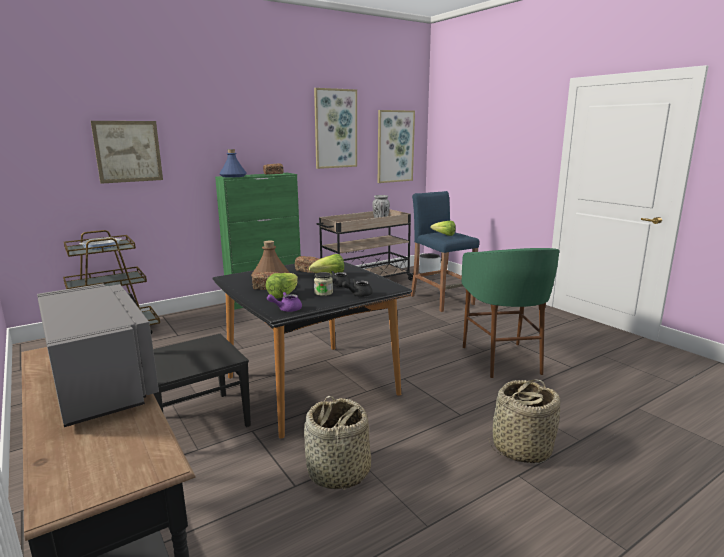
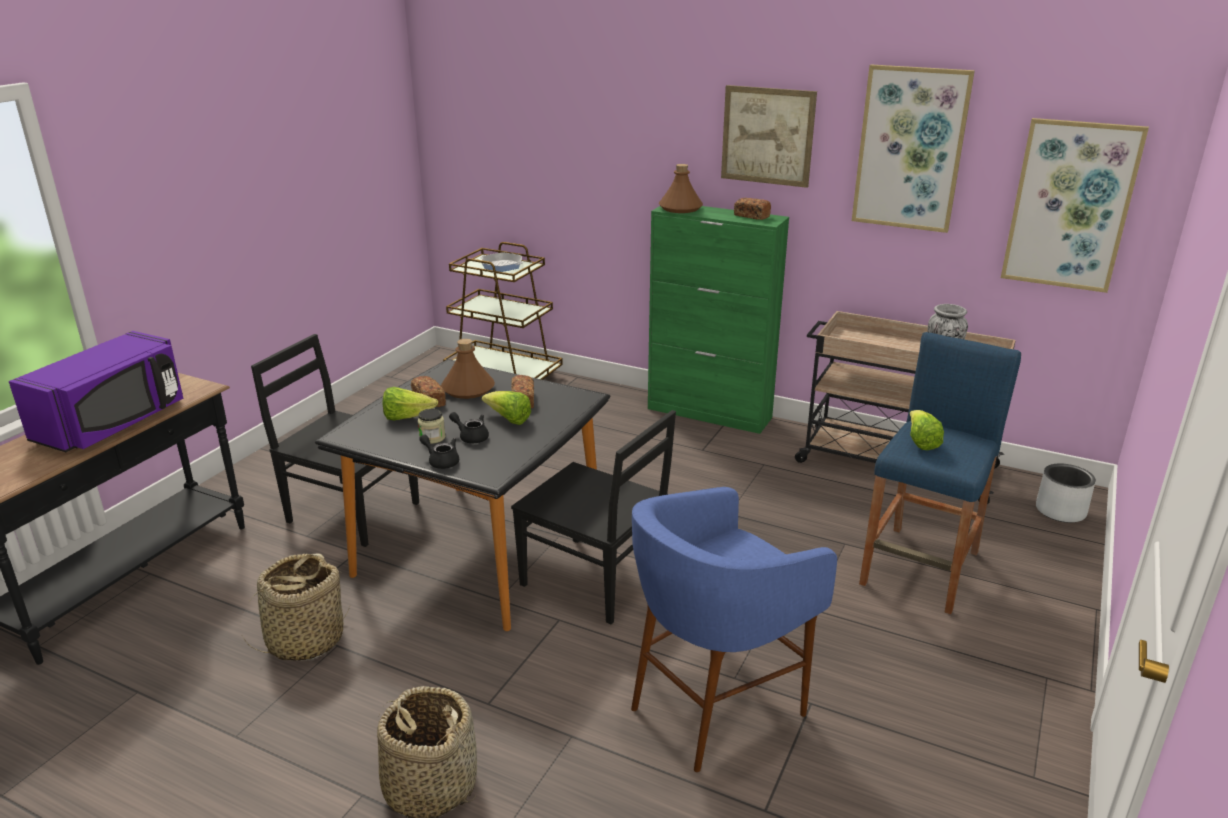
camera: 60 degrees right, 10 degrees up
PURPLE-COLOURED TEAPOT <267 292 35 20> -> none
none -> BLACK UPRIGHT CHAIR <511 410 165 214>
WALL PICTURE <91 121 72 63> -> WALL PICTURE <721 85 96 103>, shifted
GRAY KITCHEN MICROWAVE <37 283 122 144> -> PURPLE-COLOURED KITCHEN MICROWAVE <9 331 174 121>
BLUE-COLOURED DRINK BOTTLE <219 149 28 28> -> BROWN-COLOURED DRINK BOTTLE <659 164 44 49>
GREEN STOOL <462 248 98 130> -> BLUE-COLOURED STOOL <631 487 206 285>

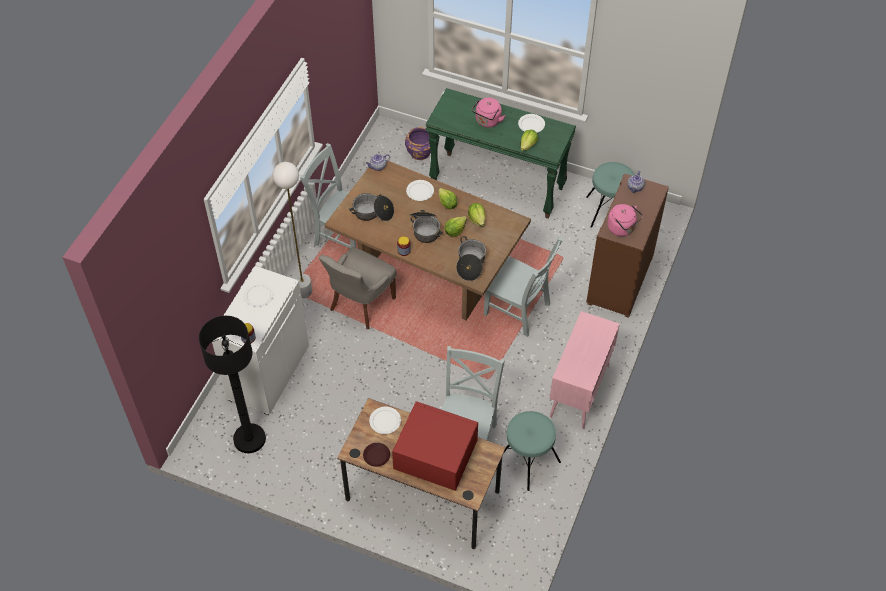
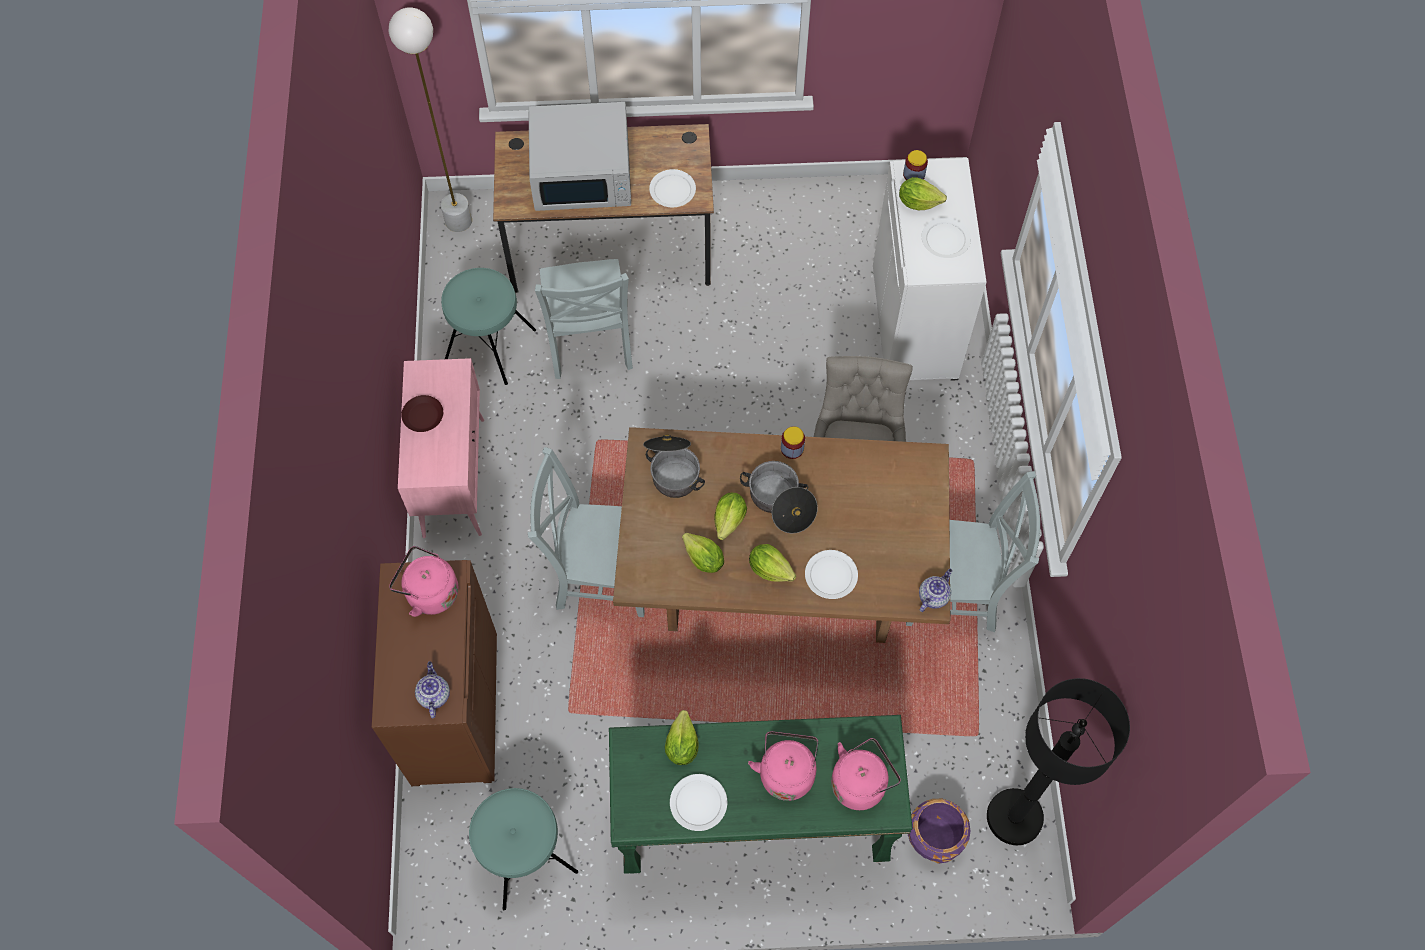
camera: 155 degrees right, 10 degrees up
STOCKPOT <349 193 45 28> -> none
none -> PINKISH WATER KETTLE <831 738 70 72>
none -> LETTUCE HEAD <899 177 48 33>
BLACK STANDING LAMP <199 316 67 137> -> BLACK STANDING LAMP <987 678 143 167>, shifted
WHITE STANDING LAMP <272 162 40 136> -> WHITE STANDING LAMP <389 7 83 225>, shifted
BROWN-COLOURED FLAT DISH <363 443 27 24> -> BROWN-COLOURED FLAT DISH <401 395 42 37>, shifted
RED-COLOURED KITCHEN MICROWAVE <392 401 86 90> -> WHITE KITCHEN MICROWAVE <528 102 103 109>

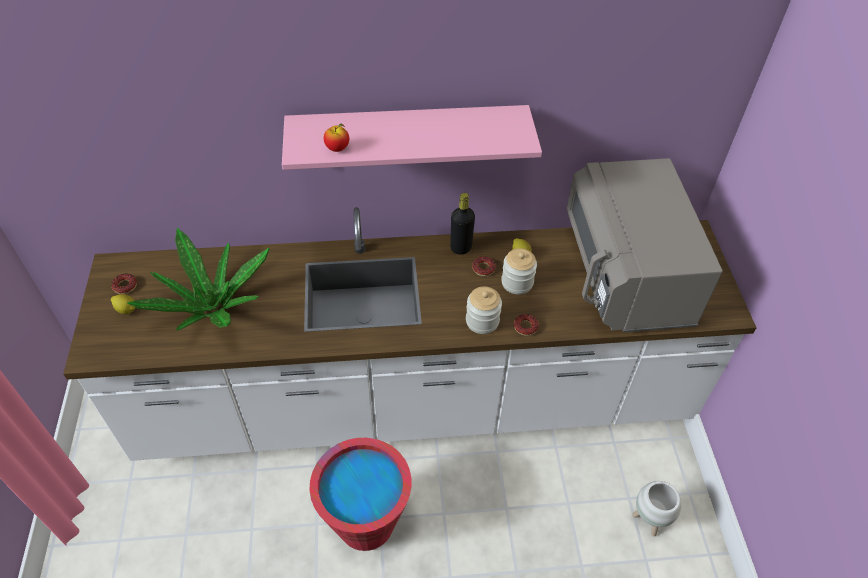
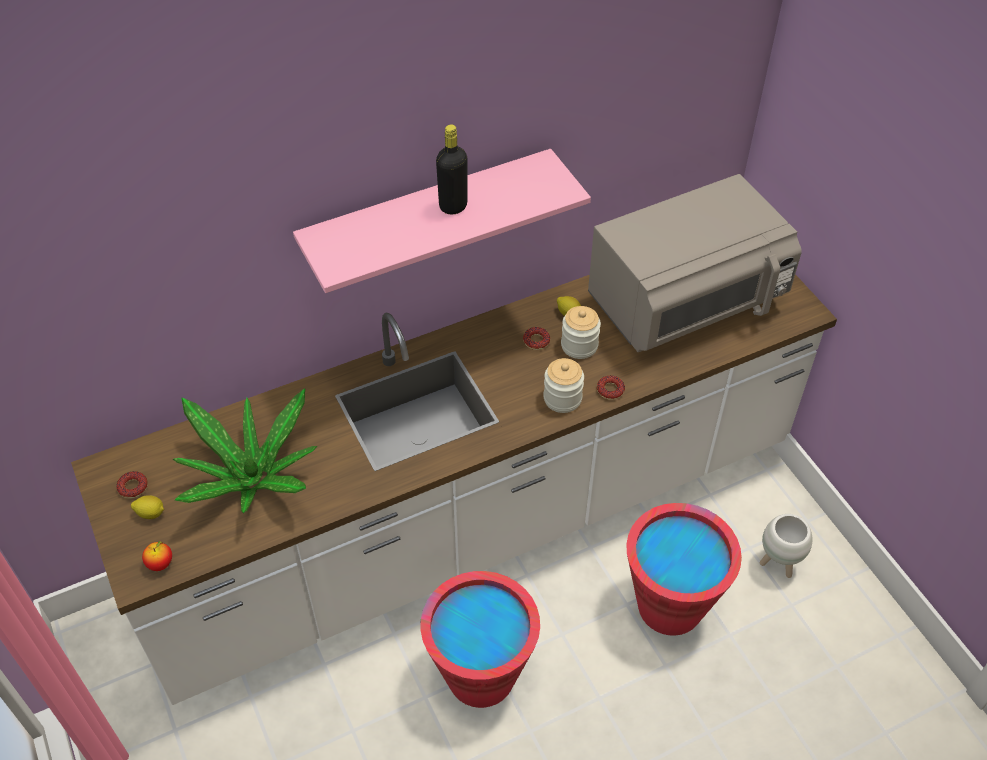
camera: 20 degrees left, 0 degrees up
none -> RED-COLOURED WATER BUCKET <626 503 116 133>
APPLE FRUIT <324 123 25 29> -> APPLE FRUIT <142 541 30 30>, shifted
BLACK DRINK BOTTLE <450 193 25 62> -> BLACK DRINK BOTTLE <436 124 31 90>, shifted
GRAY KITCHEN MICROWAVE <567 158 156 174> -> GRAY KITCHEN MICROWAVE <588 174 214 178>, 90 degrees counterclockwise

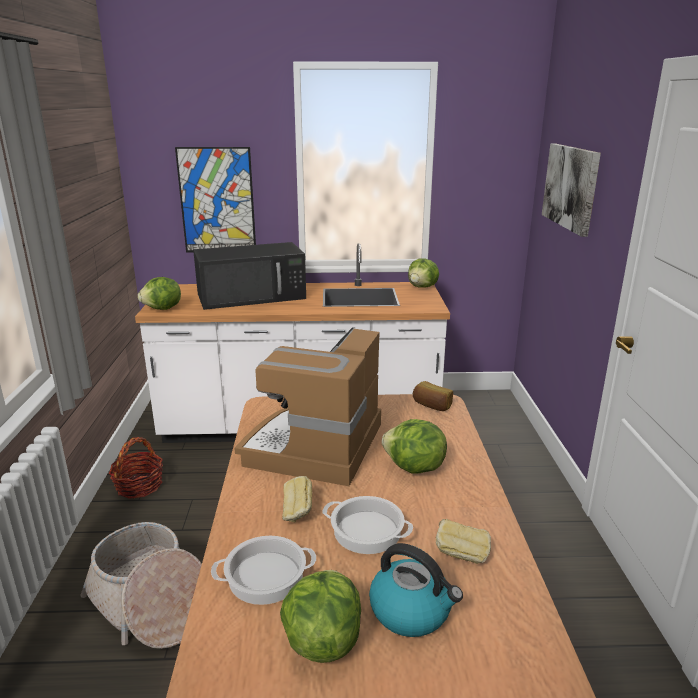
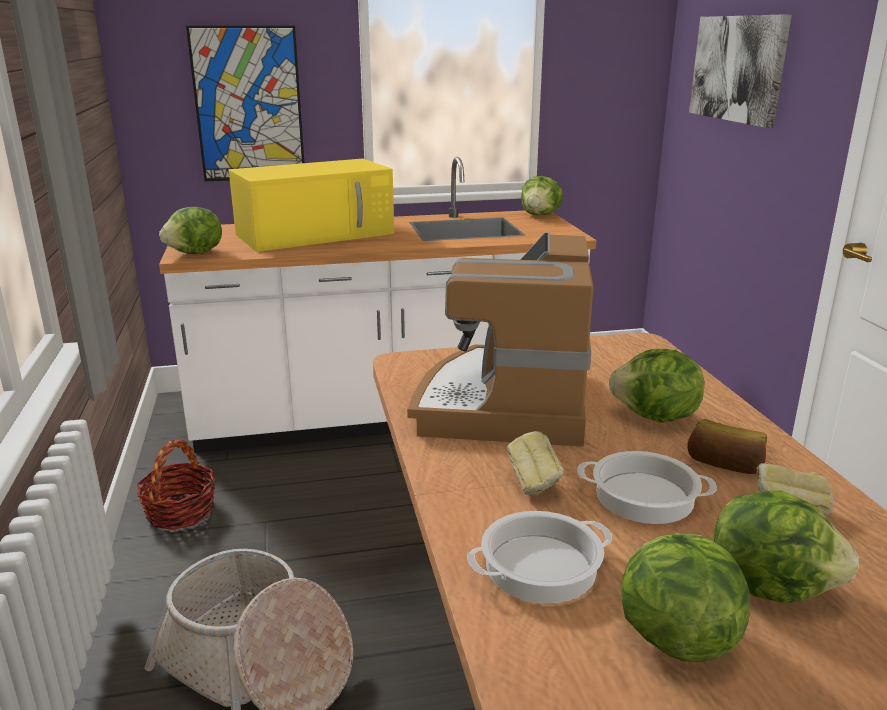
camera: 10 degrees left, 0 degrees up
BAKED BREAD <413 381 40 30> -> BAKED BREAD <687 419 80 55>, shifted
WATER KETTLE <369 543 94 94> -> LETTUCE HEAD <714 490 145 113>
BLACK KITCHEN MICROWAVE <193 242 113 68> -> YELLOW-COLOURED KITCHEN MICROWAVE <229 159 165 93>

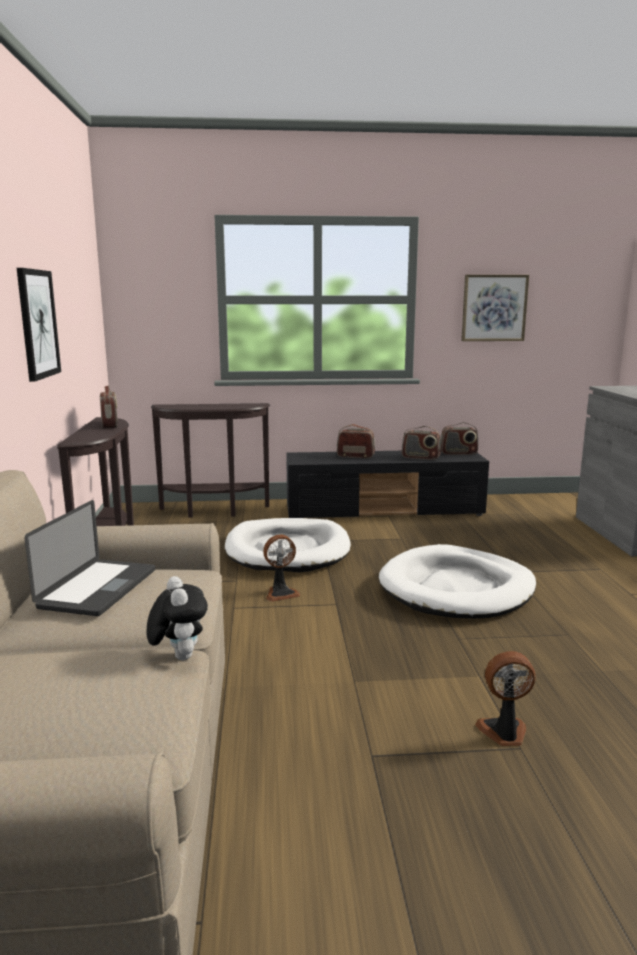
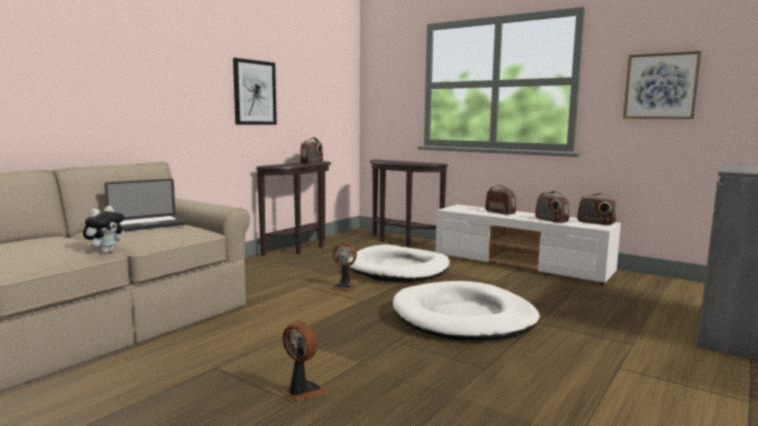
camera: 40 degrees right, 5 degrees down
BLACK TV UNIT <286 451 203 67> -> WHITE TV UNIT <436 204 185 81>

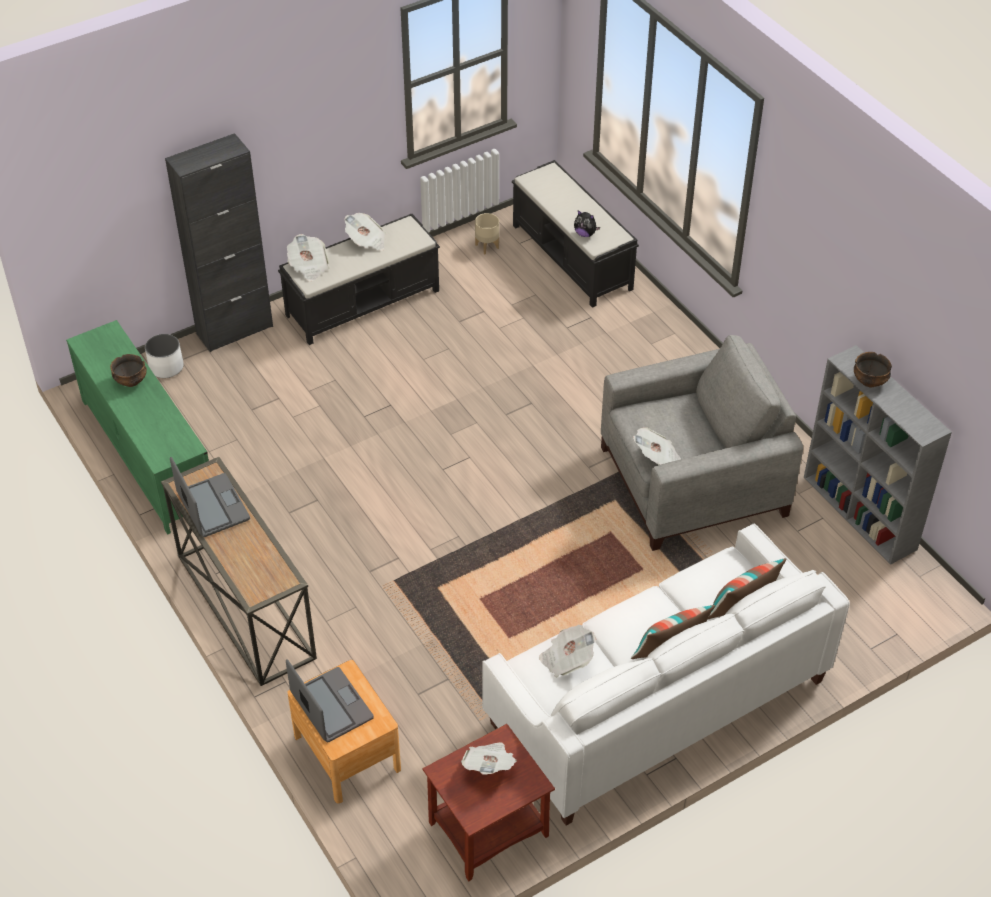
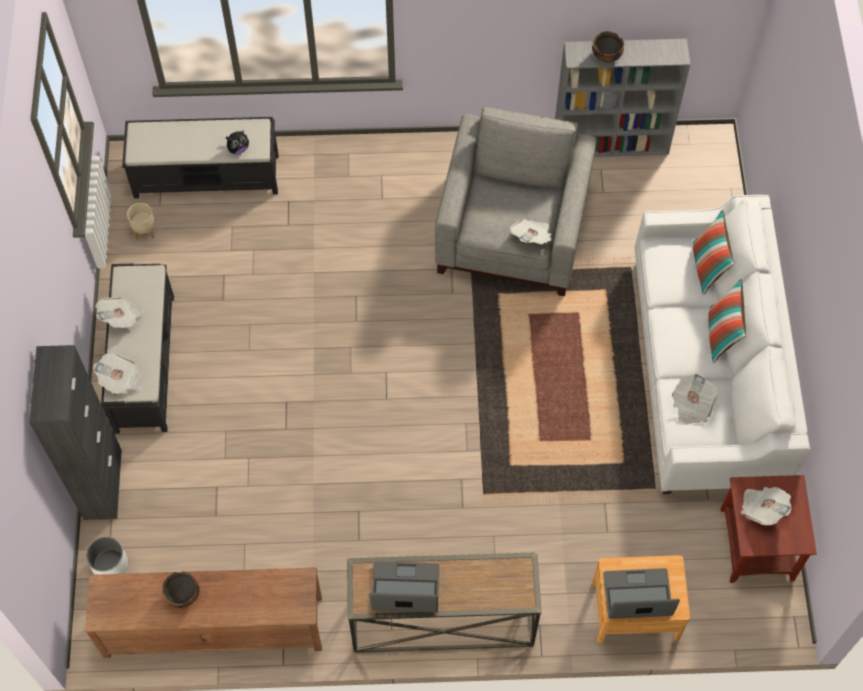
camera: 60 degrees left, 15 degrees up
GREEN TV UNIT <66 320 143 214> -> BROWN-COLOURED TV UNIT <85 567 237 91>

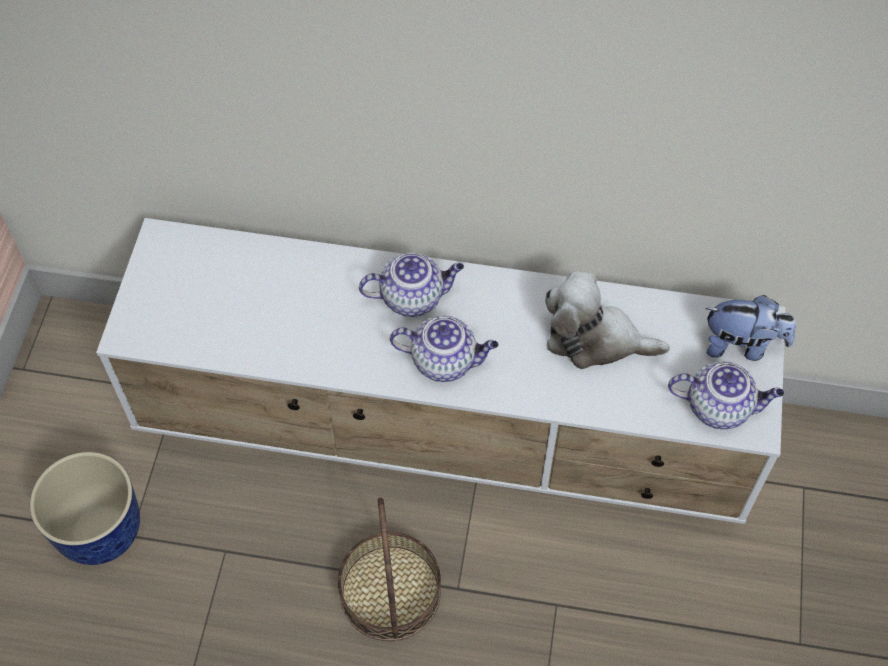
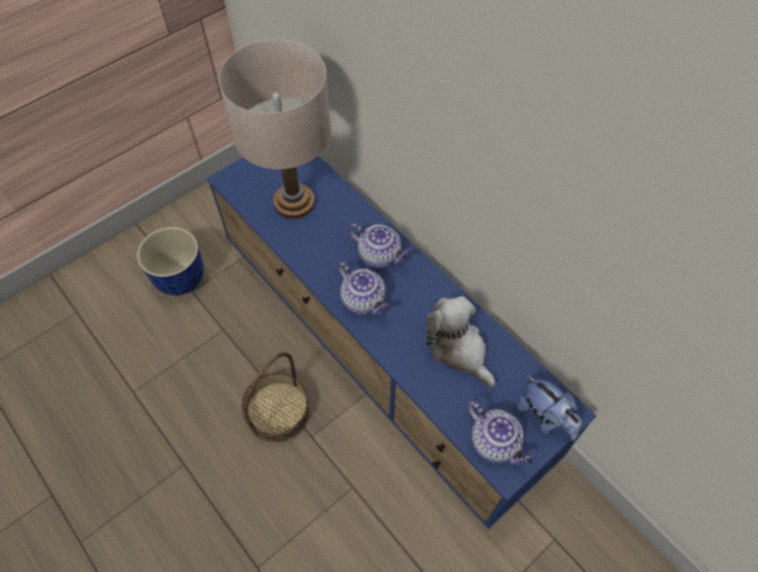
camera: 40 degrees right, 0 degrees up
none -> SAND-COLOURED TABLE LAMP <218 39 113 180>
WHITE TV UNIT <96 218 690 306> -> BLUE-COLOURED TV UNIT <207 155 390 374>

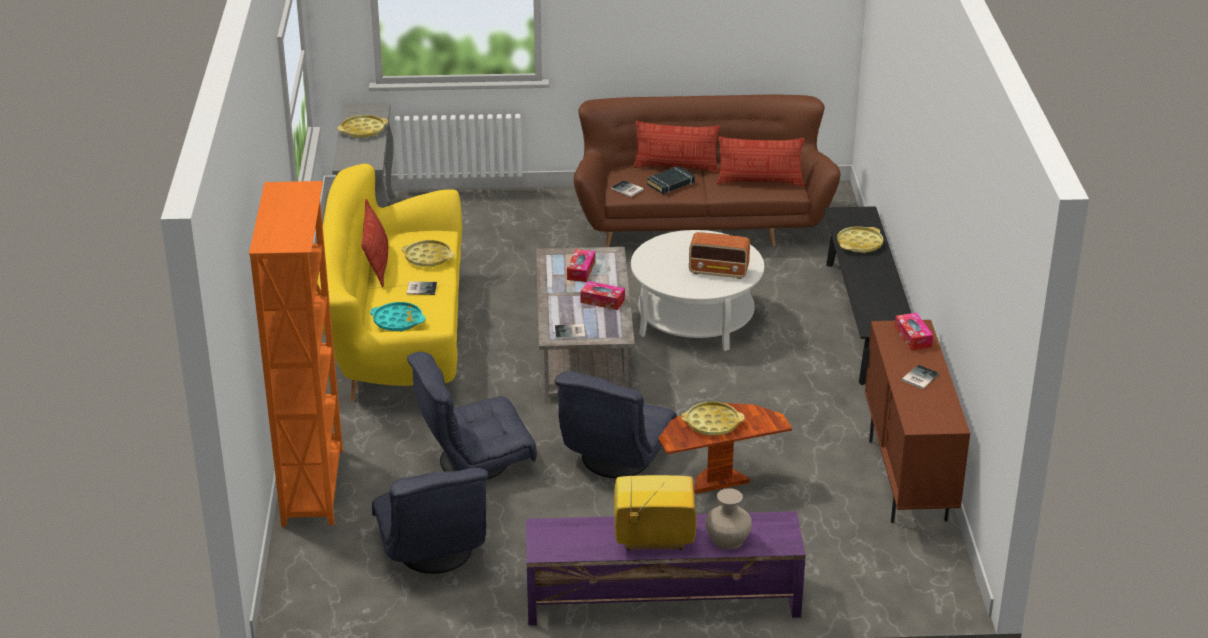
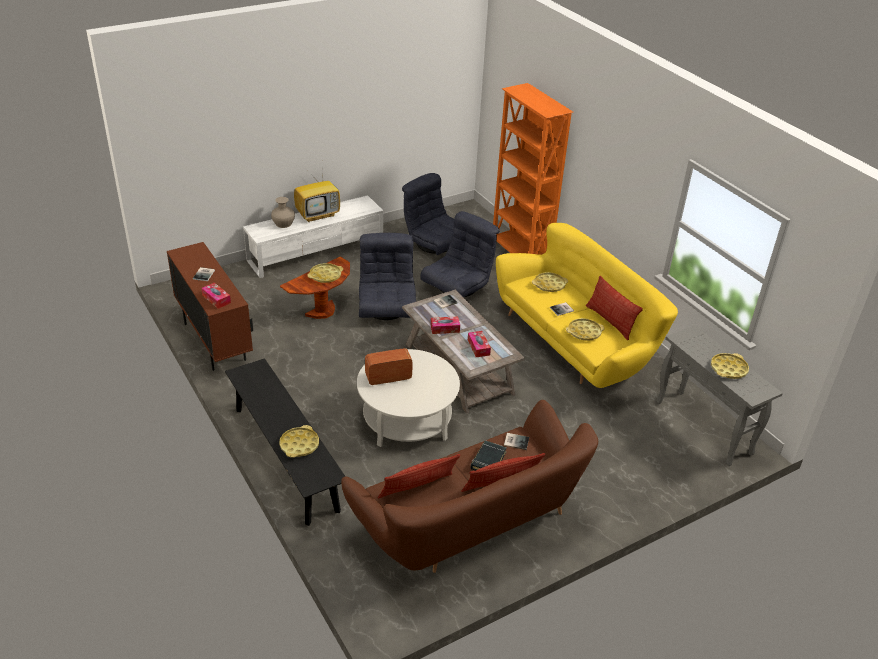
camera: 150 degrees right, 5 degrees up
BLUE-GREEN TRAY <370 302 56 29> -> YELLOW-COLOURED TRAY <532 272 36 20>
PURPLE-COLOURED TV UNIT <526 511 280 115> -> WHITE TV UNIT <243 195 140 83>

